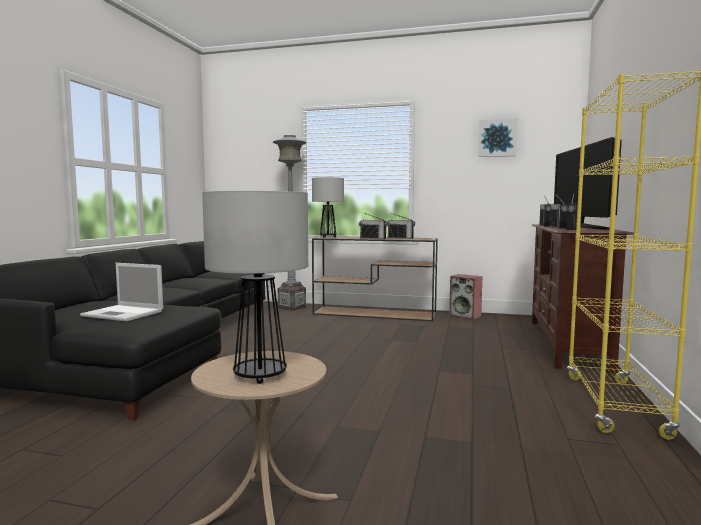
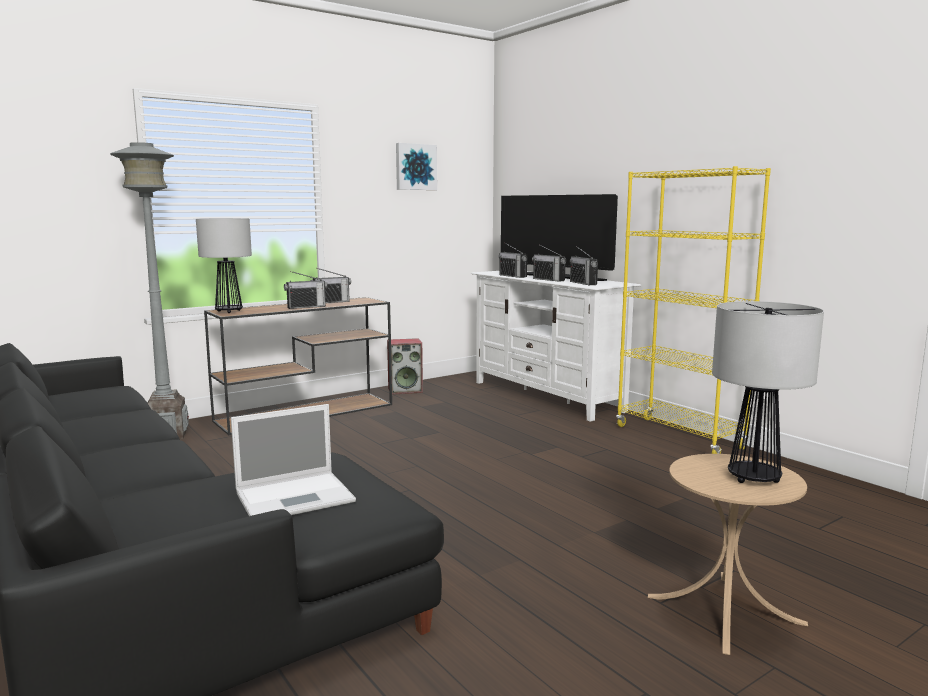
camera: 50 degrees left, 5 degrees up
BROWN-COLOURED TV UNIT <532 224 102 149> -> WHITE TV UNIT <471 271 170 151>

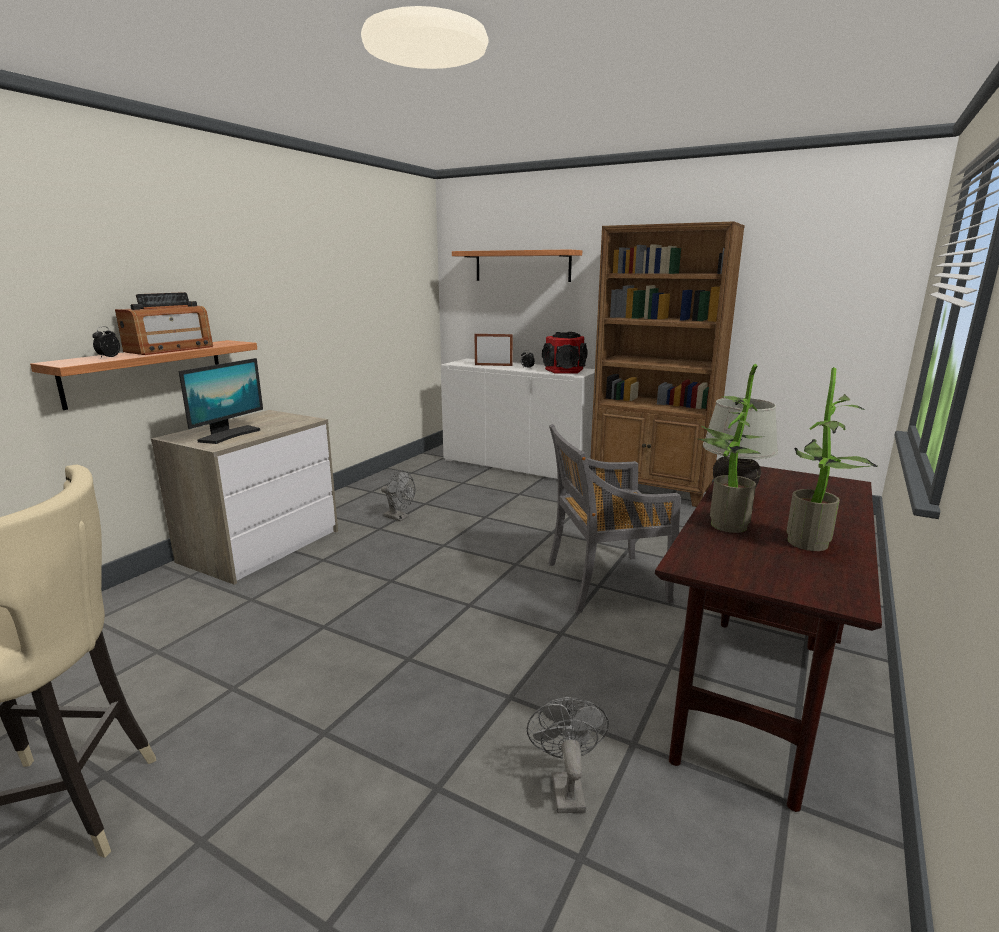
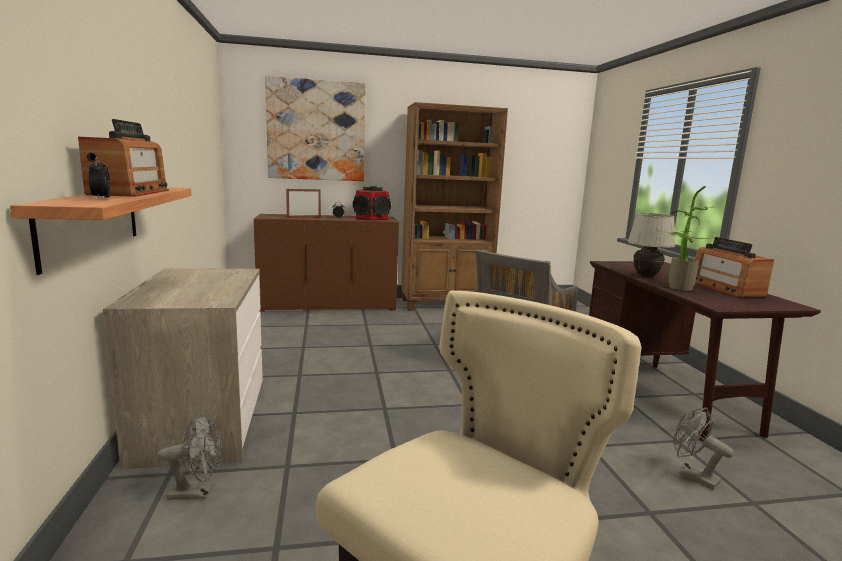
camera: 40 degrees left, 5 degrees down
COMPUTER DISPLAY <179 358 84 86> -> none
GRAY FAN <381 470 35 51> -> GRAY FAN <158 415 64 85>, shifted
WALL SHELF <452 249 130 33> -> WALL PICTURE <265 76 101 105>
POTTED PLANT <787 367 90 184> -> RADIO <695 237 79 60>
WHITE CUPBOARD <441 359 154 120> -> BROWN-COLOURED CUPBOARD <254 214 145 98>

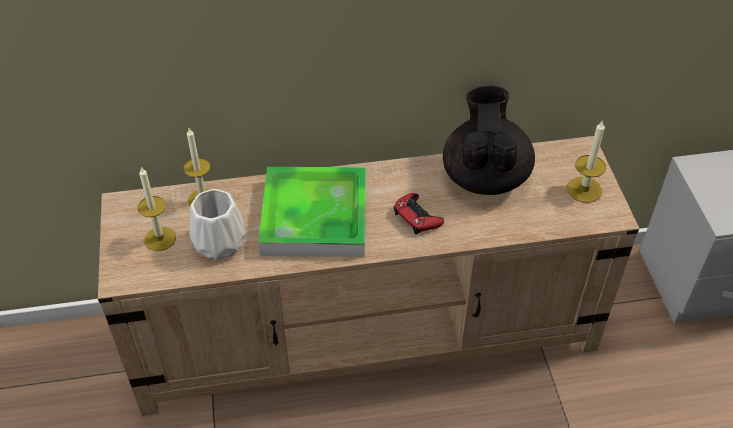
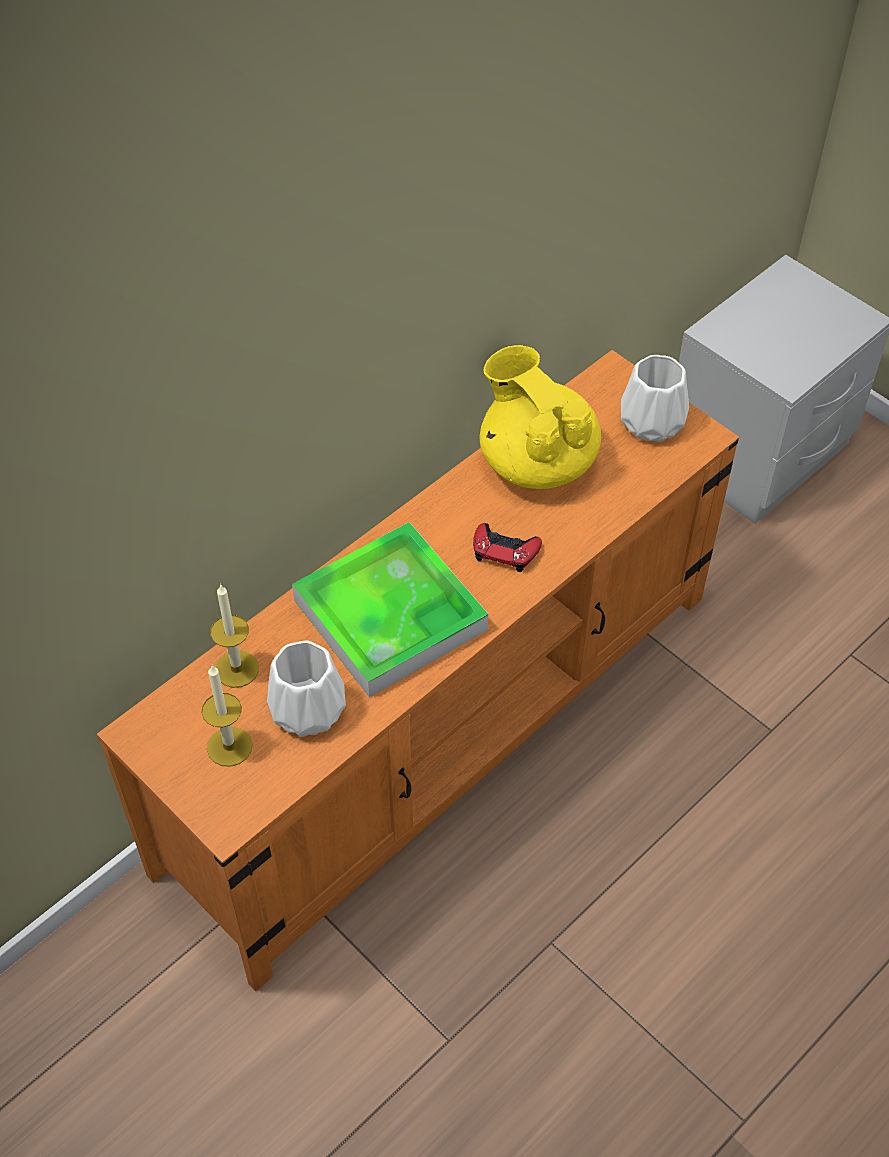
camera: 35 degrees left, 5 degrees up
WAX LIGHT <567 120 39 83> -> WHITE FLOWER VASE <621 355 68 87>
SAND-COLOURED TV UNIT <98 136 541 280> -> ORANGEY TV UNIT <97 350 642 641>
BLACK TEAPOT <443 86 92 109> -> YELLOW-COLOURED TEAPOT <480 345 121 144>

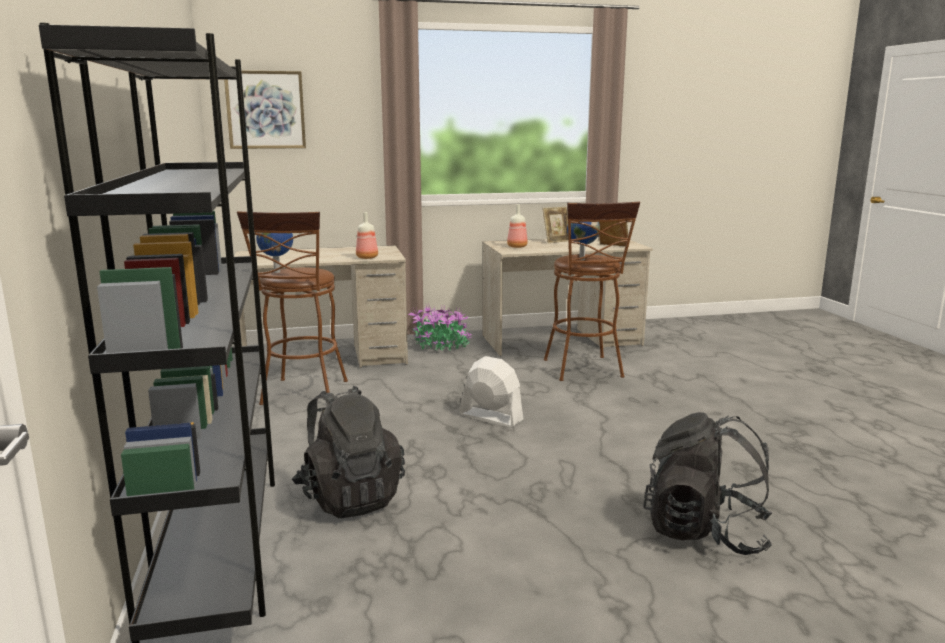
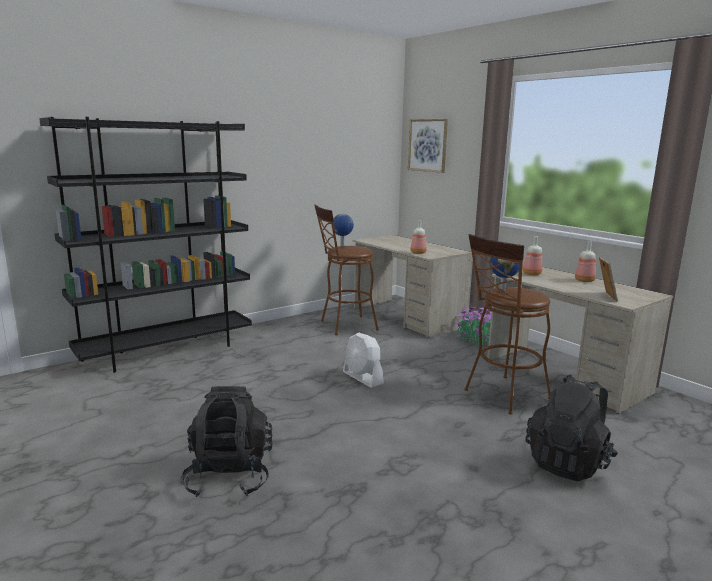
camera: 65 degrees right, 0 degrees up
BLACK RUCKSACK <292 386 113 132> -> BLACK RUCKSACK <526 375 92 106>, shifted
PHOTO FRAME <542 207 26 36> -> DRINK BOTTLE <575 241 21 41>
WHITE FAN <459 356 64 71> -> WHITE FAN <343 332 41 56>, 135 degrees clockwise

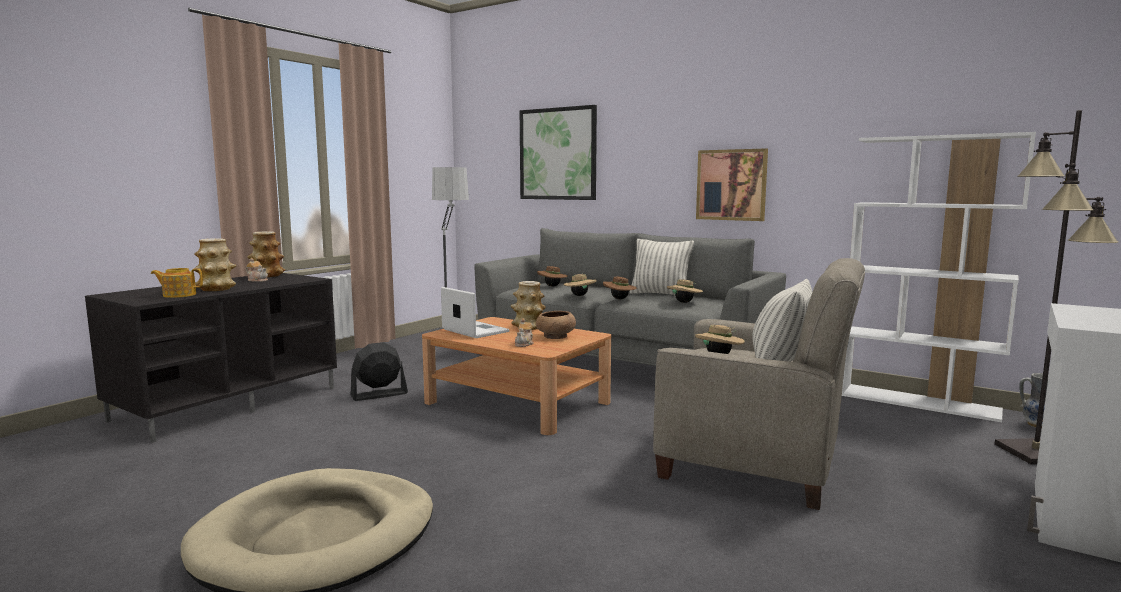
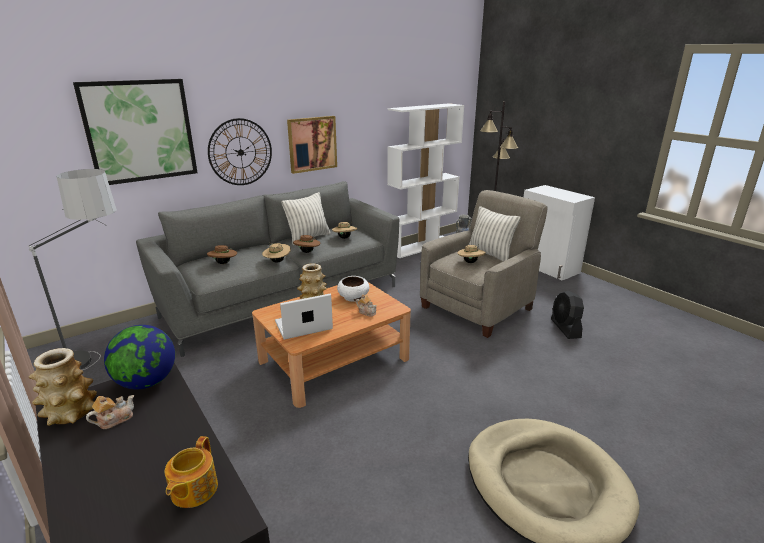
camera: 70 degrees left, 15 degrees up
FLOWER VASE <194 238 42 53> -> none
none -> DESK GLOBE <104 325 71 64>
none -> CLOCK ON THE WALL <208 118 64 67>
BLACK FAN <350 342 58 59> -> BLACK FAN <551 291 33 48>, shifted
BROWN-COLOURED BOWL <536 311 40 28> -> WHITE BOWL <337 276 32 26>

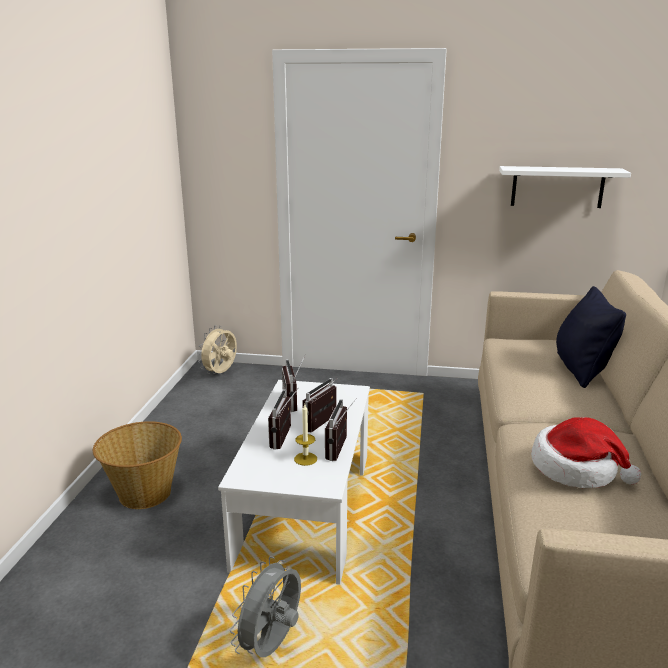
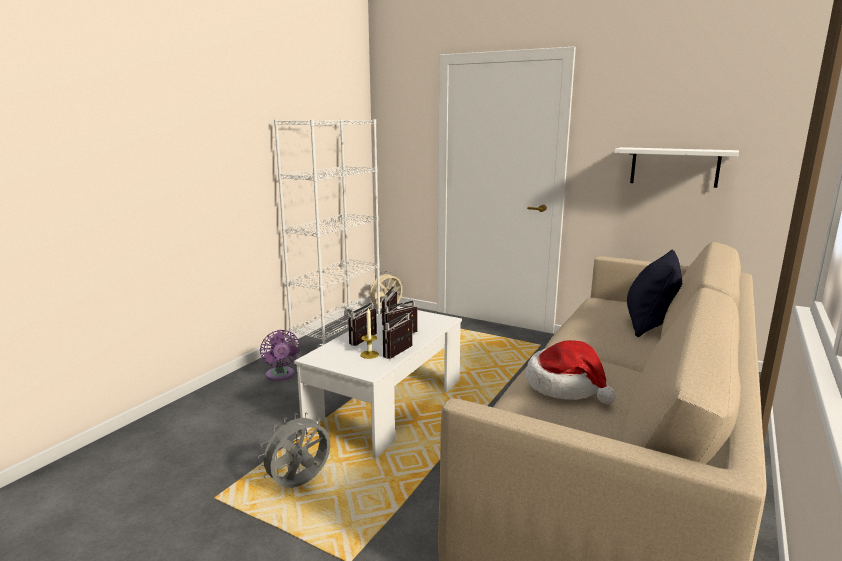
camera: 20 degrees right, 5 degrees down
none -> WHITE BOOKCASE <274 119 107 229>
HOUSEHOLD BASKET <93 421 89 88> -> PURPLE-COLOURED FAN <260 330 40 51>

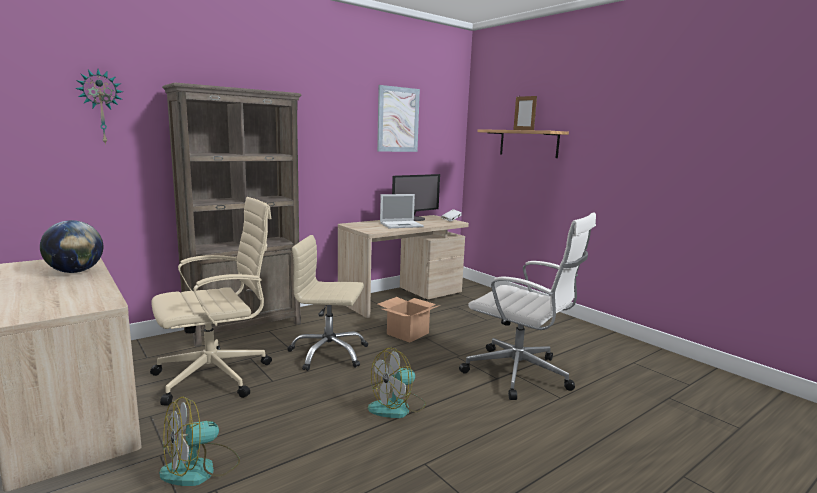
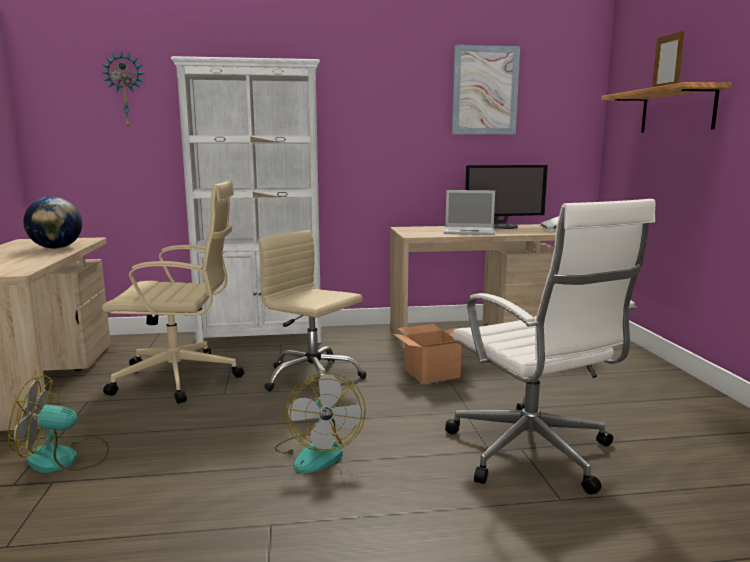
camera: 30 degrees right, 0 degrees up
BROWN-COLOURED BOOKCASE <162 83 139 264> -> WHITE BOOKCASE <171 56 151 287>
FAN <368 347 58 71> -> FAN <274 372 92 101>, 90 degrees counterclockwise

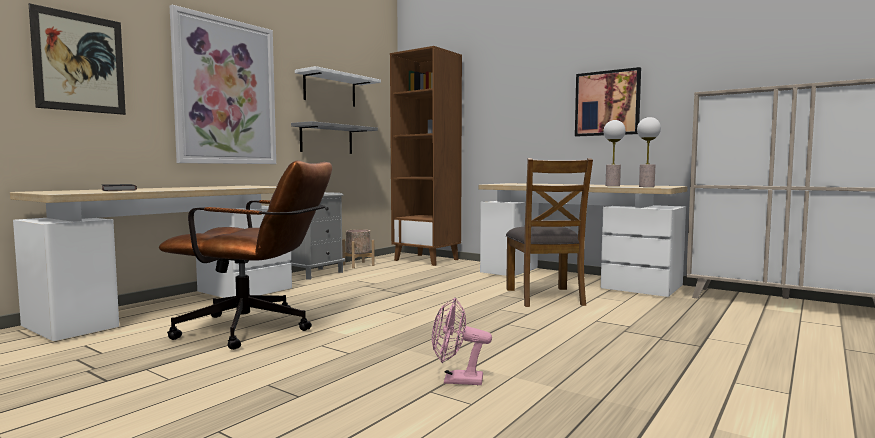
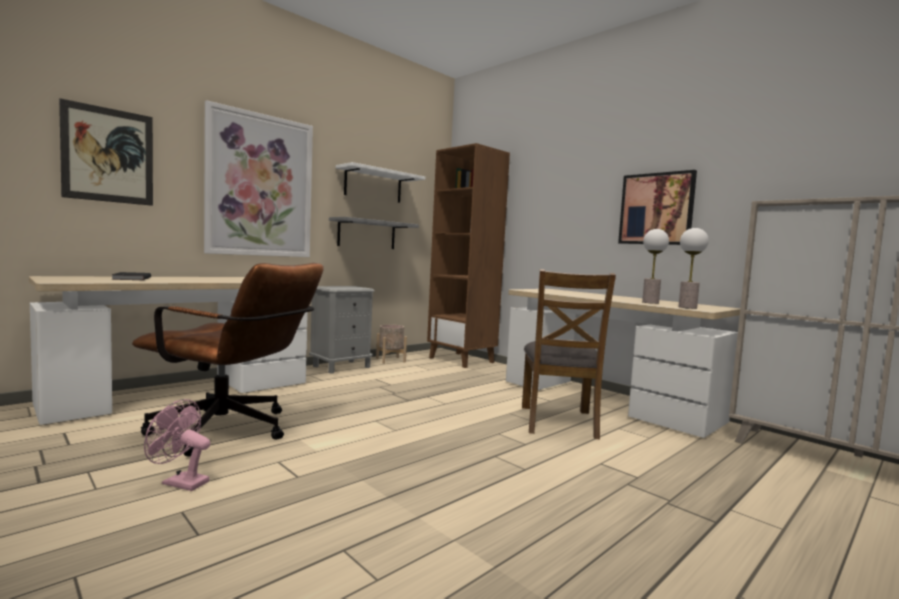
camera: 10 degrees right, 0 degrees up
PINKISH FAN <432 298 60 87> -> PINKISH FAN <144 399 67 92>, shifted

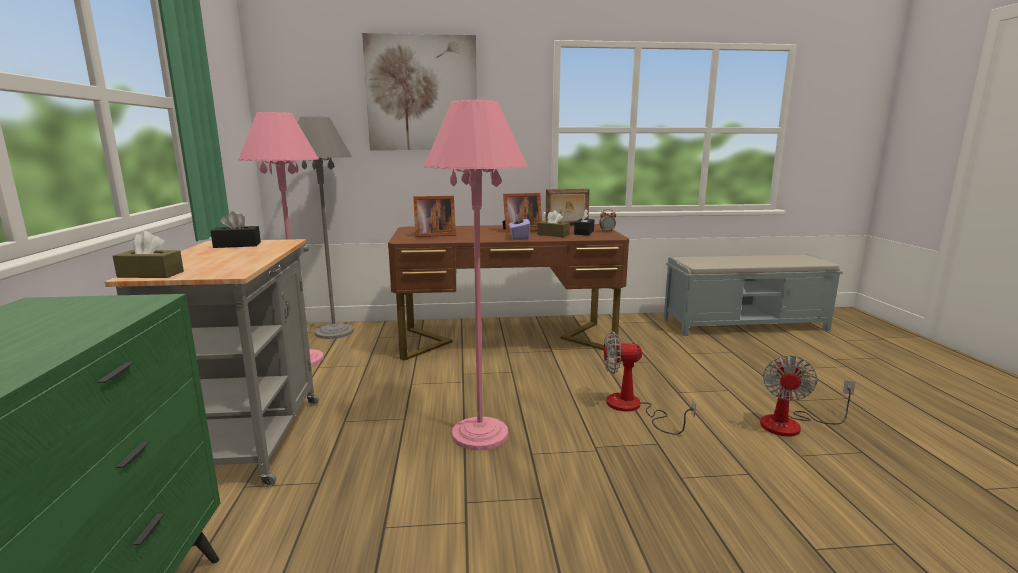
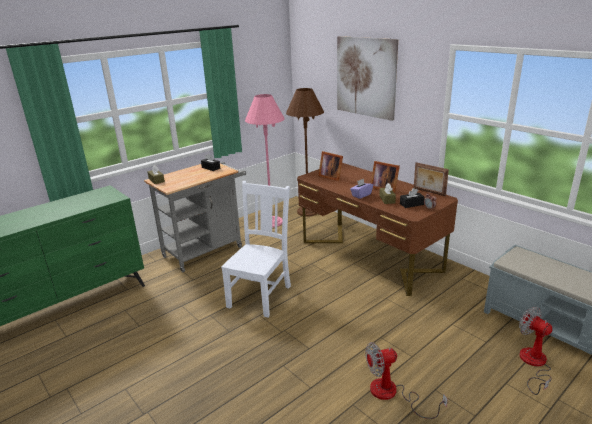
camera: 55 degrees right, 10 degrees up
FAN <604 331 92 104> -> FAN <519 307 33 88>, shifted
PINKISH STANDING LAMP <423 100 105 350> -> WHITE UPRIGHT CHAIR <221 181 70 137>
GRAY STANDING LAMP <298 116 56 223> -> BROWN-COLOURED STANDING LAMP <286 88 38 129>

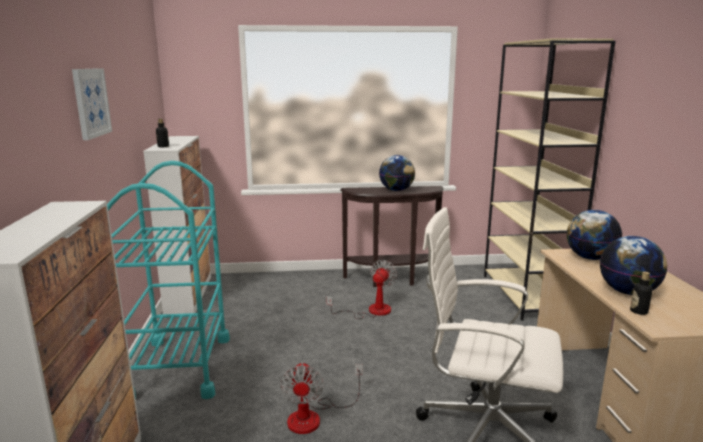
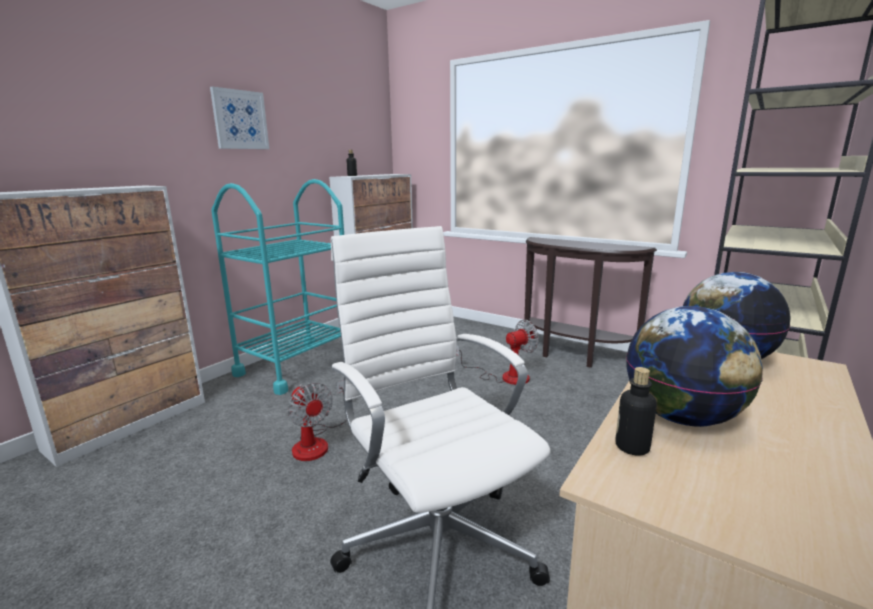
camera: 40 degrees right, 0 degrees up
DESK GLOBE <379 155 36 36> -> none
FAN <280 362 83 72> -> FAN <288 380 59 81>, 75 degrees counterclockwise

